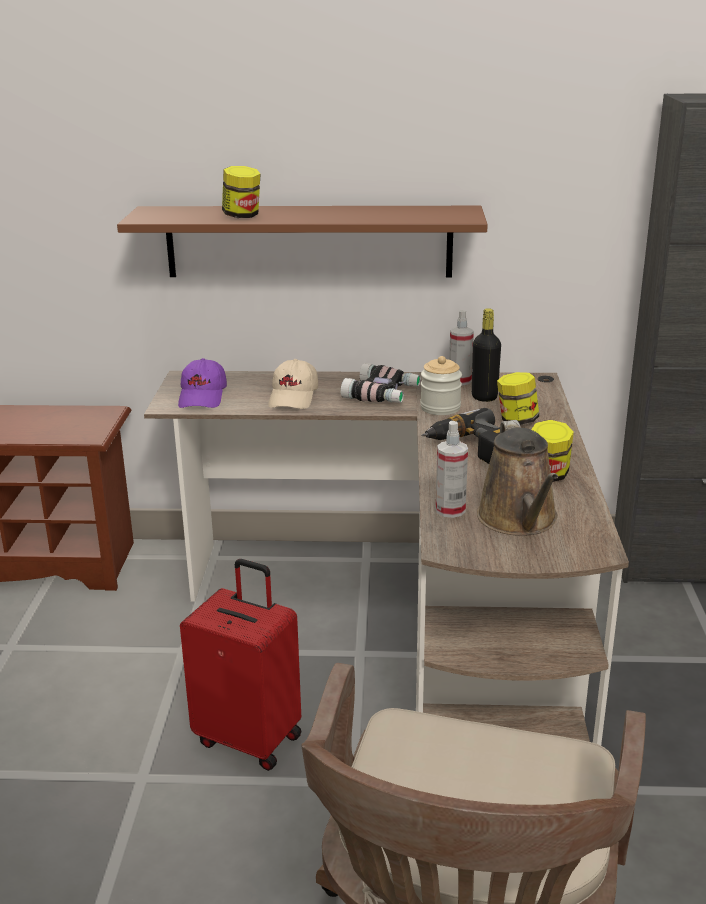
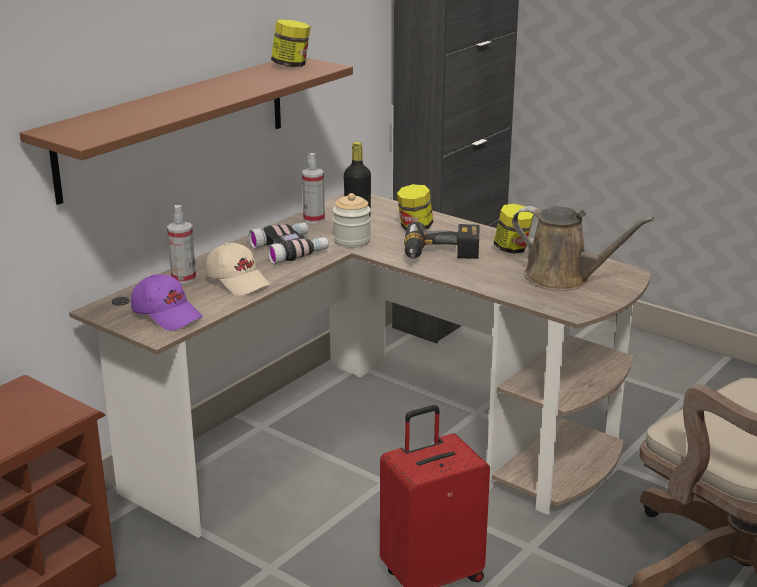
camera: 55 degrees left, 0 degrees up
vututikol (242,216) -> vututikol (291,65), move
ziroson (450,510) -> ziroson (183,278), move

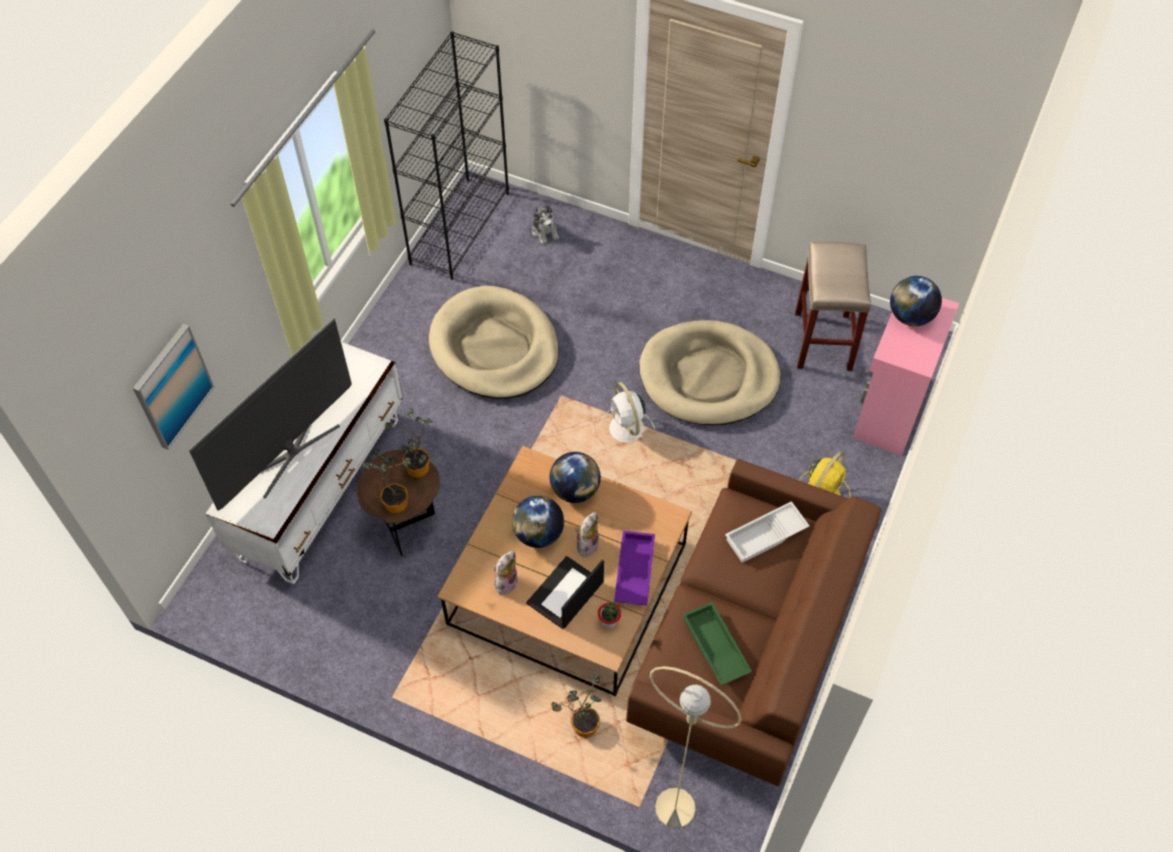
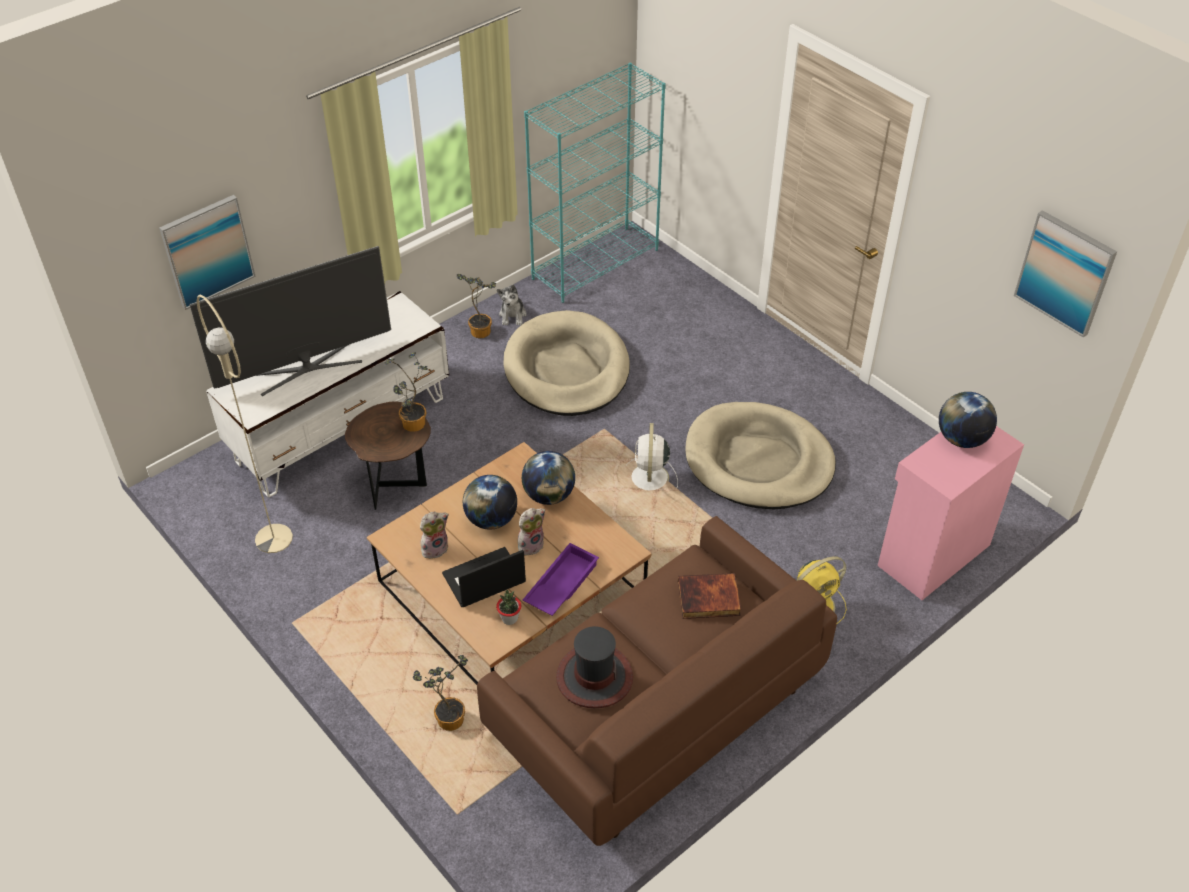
camera: 25 degrees right, 10 degrees down
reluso (394,500) -> reluso (481,329), move
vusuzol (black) (460,227) -> vusuzol (turquoise) (595,263)
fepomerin (545,232) -> fepomerin (513,315), move
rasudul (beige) (674,807) -> rasudul (beige) (273,538), move
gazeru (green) (714,647) -> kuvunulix (594,677)
gazeru (white) (766,536) -> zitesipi (708,599)
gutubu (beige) (822,340) -> none
none -> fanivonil (1065,273)

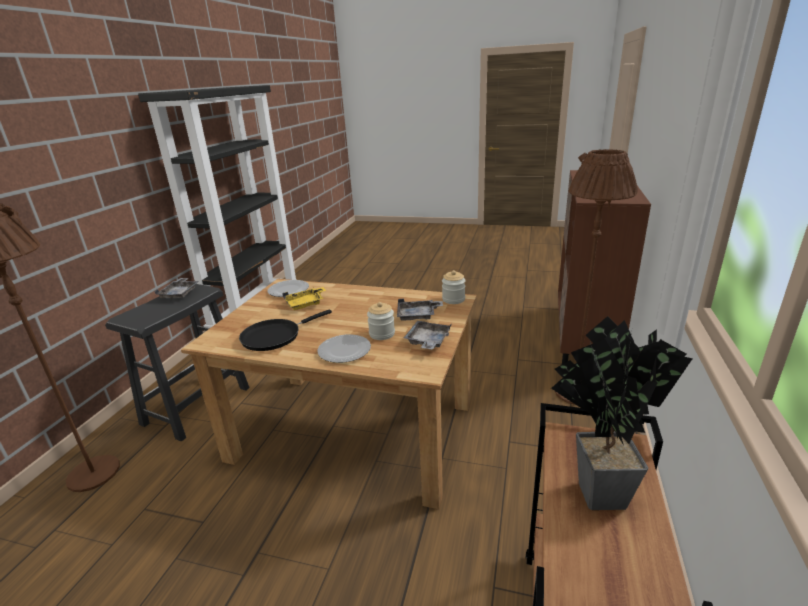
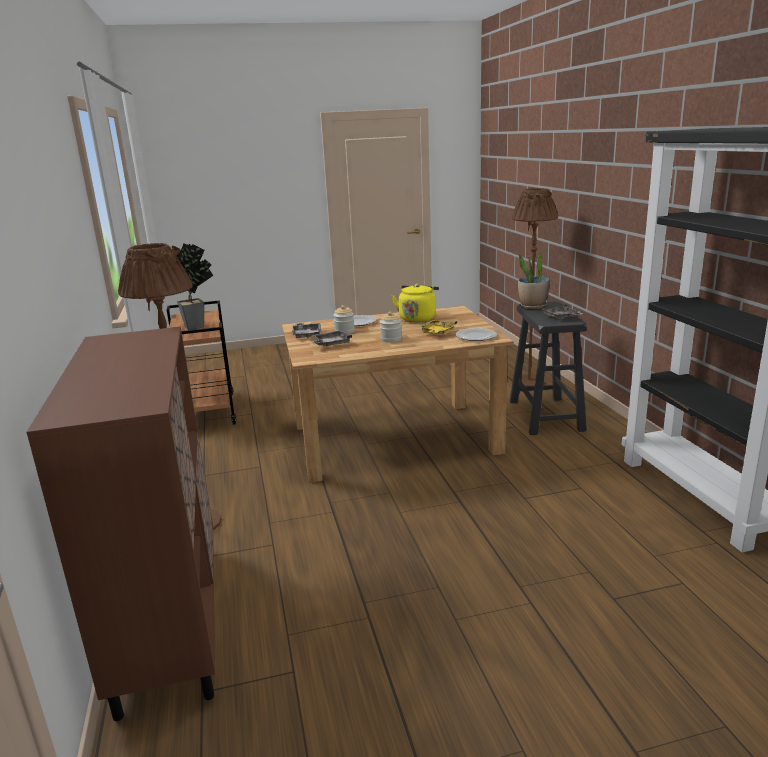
camera: 150 degrees right, 5 degrees down
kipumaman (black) (275,336) -> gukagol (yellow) (417,318)
vututikol (453,299) -> vututikol (391,339), move
none -> reluso (533,306)

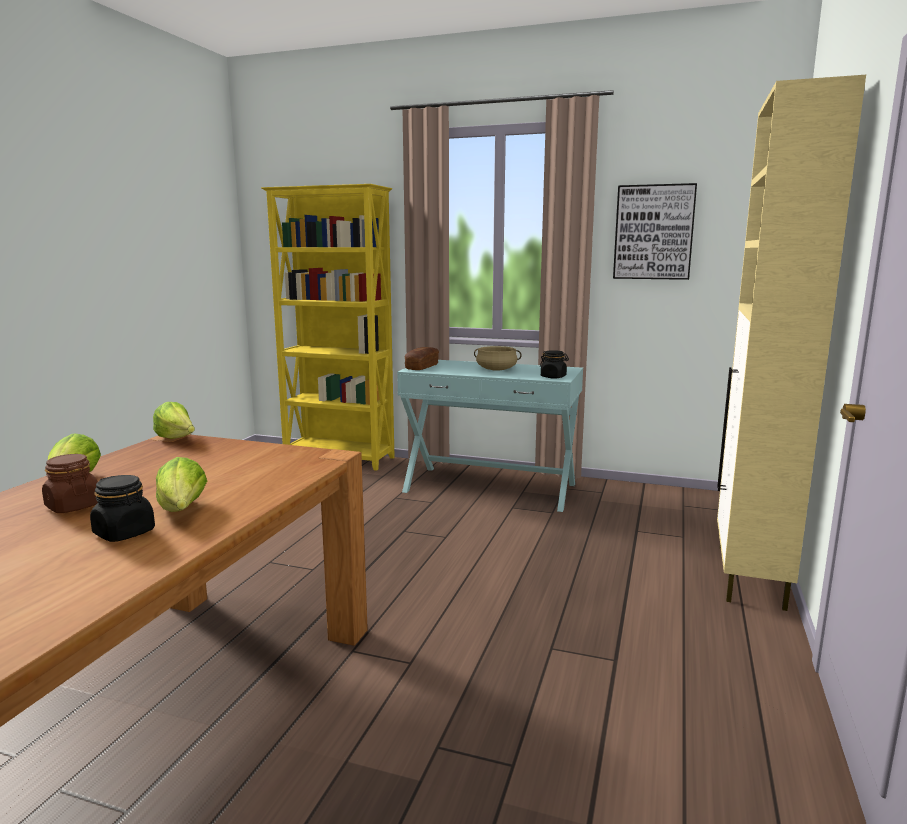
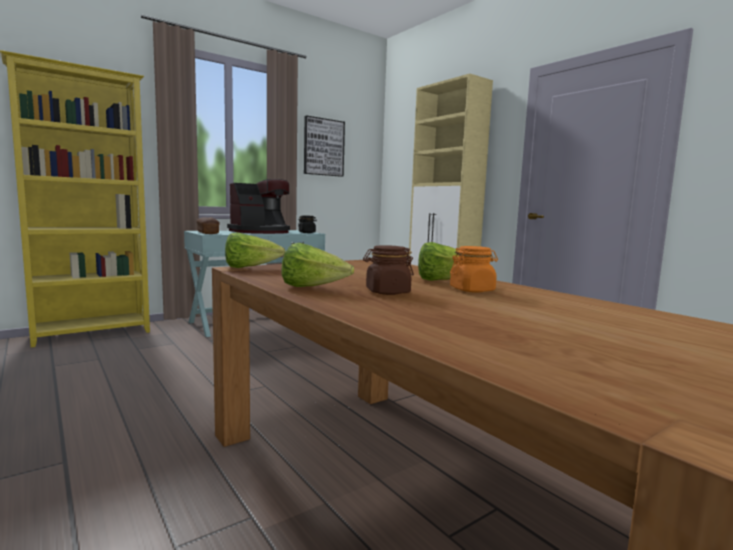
camera: 55 degrees left, 5 degrees down
vututikol (black) (124,533) -> vututikol (orange) (472,290)
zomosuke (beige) (496,369) -> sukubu (261,232)

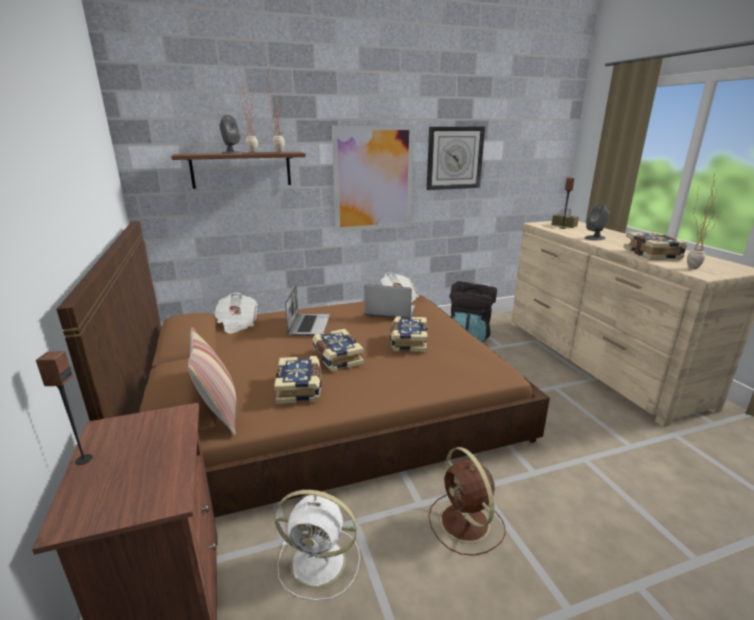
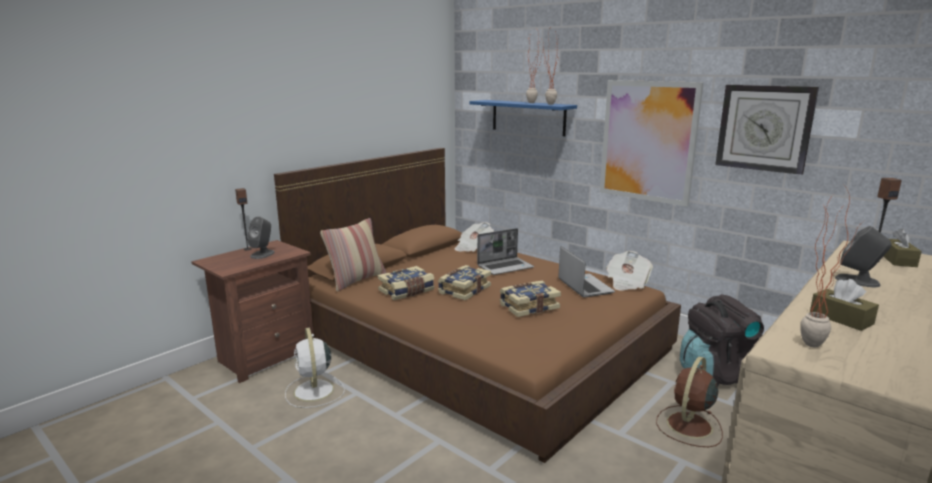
camera: 60 degrees right, 5 degrees down
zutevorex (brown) (241,169) -> zutevorex (blue) (528,117)
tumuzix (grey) (231,153) -> tumuzix (grey) (262,254), move
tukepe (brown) (466,524) -> tukepe (brown) (688,426), move
zitesipi (652,254) -> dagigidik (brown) (841,318)

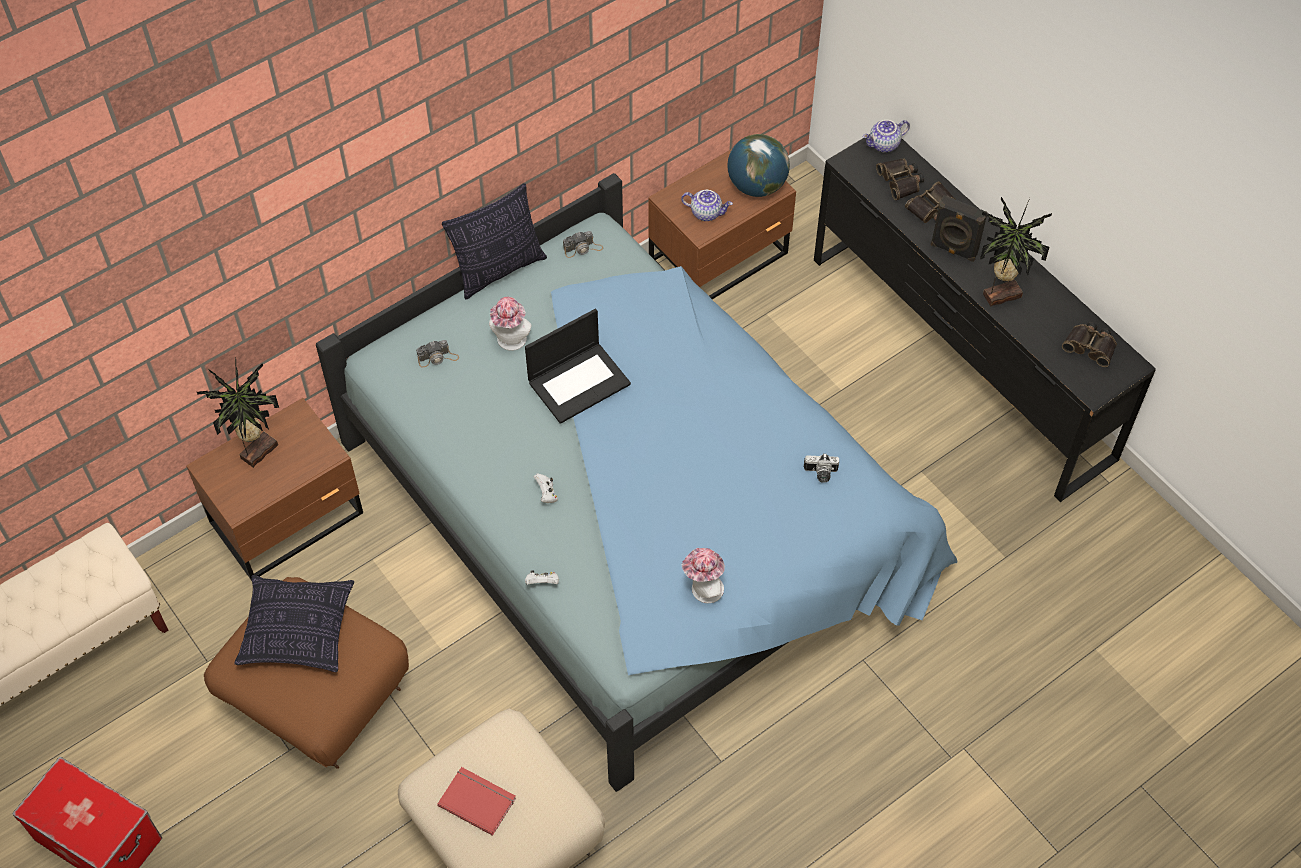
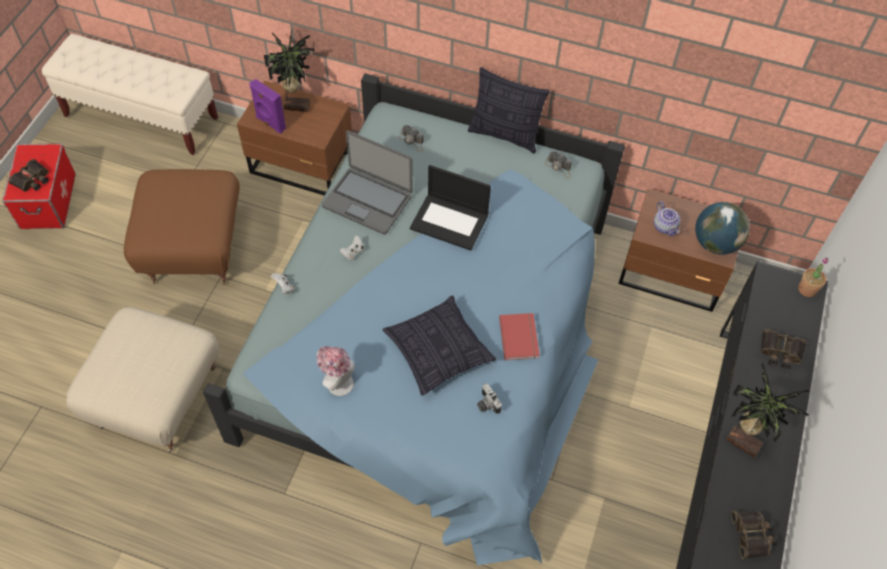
camera: 55 degrees right, 0 degrees up
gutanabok (297,631) -> gutanabok (438,351), move
zitesipi (red) (478,800) -> zitesipi (red) (520,337), move
kuvunulix (511,342) -> none
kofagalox (884,145) -> reluso (807,289)
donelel (901,181) -> donelel (32,180), move
tumuzix (black) (953,250) -> none
none -> tumuzix (purple) (270,123)
none -> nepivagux (368,200)

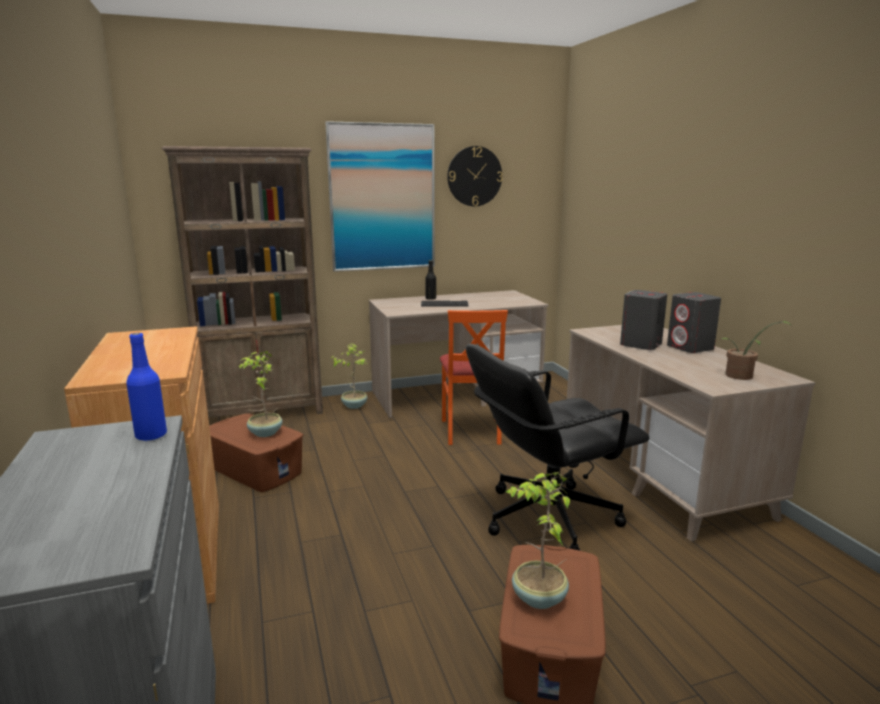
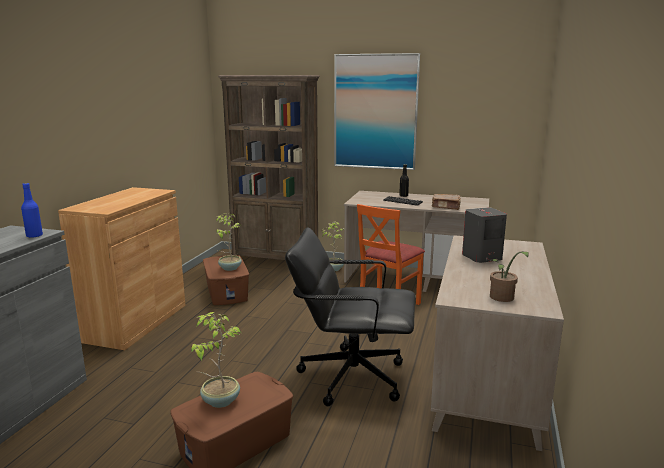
camera: 35 degrees right, 0 degrees up
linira (474,176) -> none
tumuzix (grey) (690,348) -> none
none -> zitesipi (brown) (446,207)

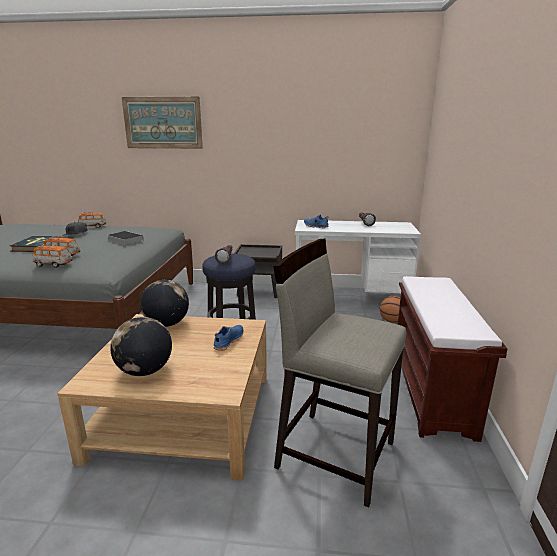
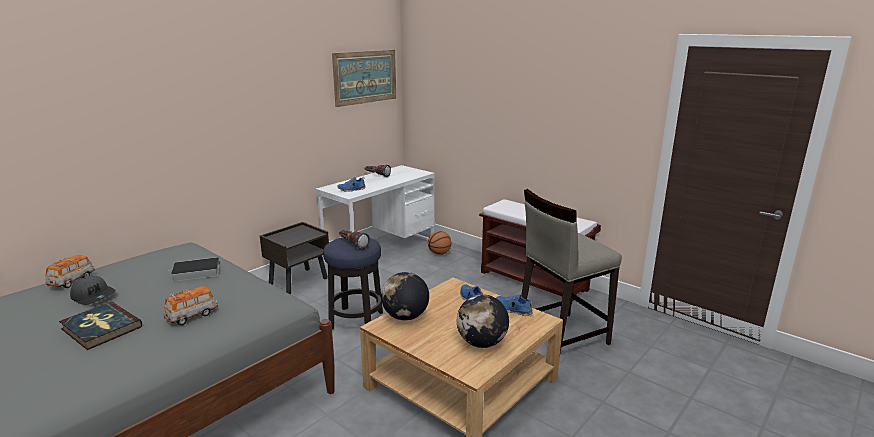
camera: 55 degrees left, 0 degrees up
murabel (53,265) -> none
fanivonil (163,123) -> fanivonil (365,77), move
none -> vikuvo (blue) (513,310)

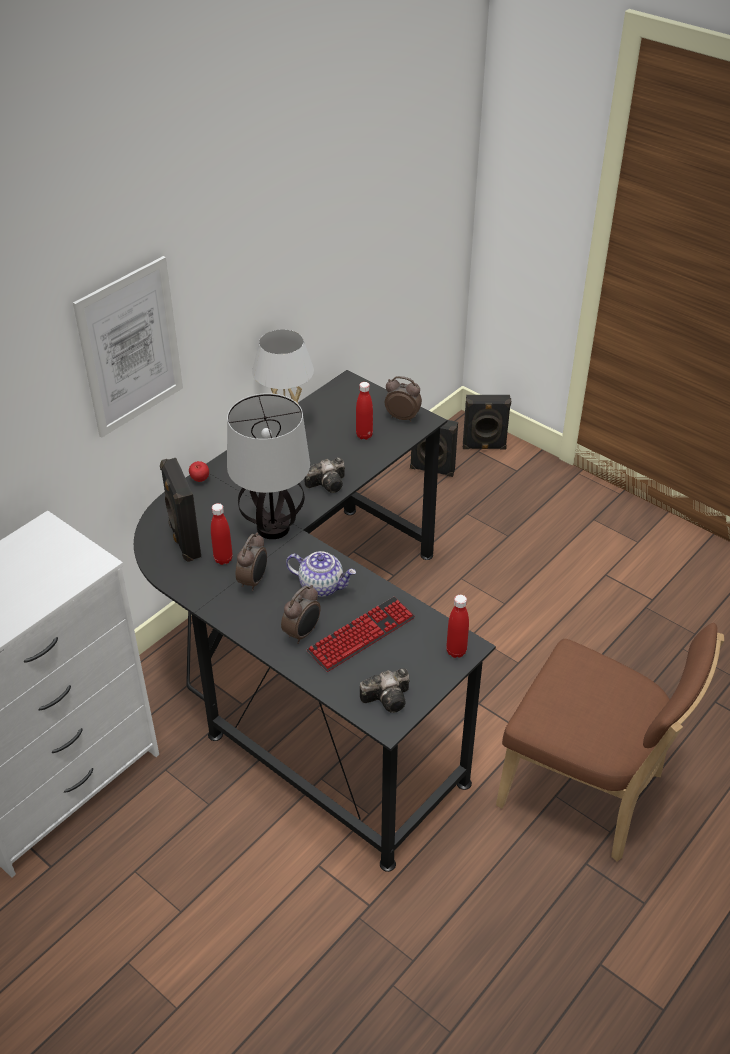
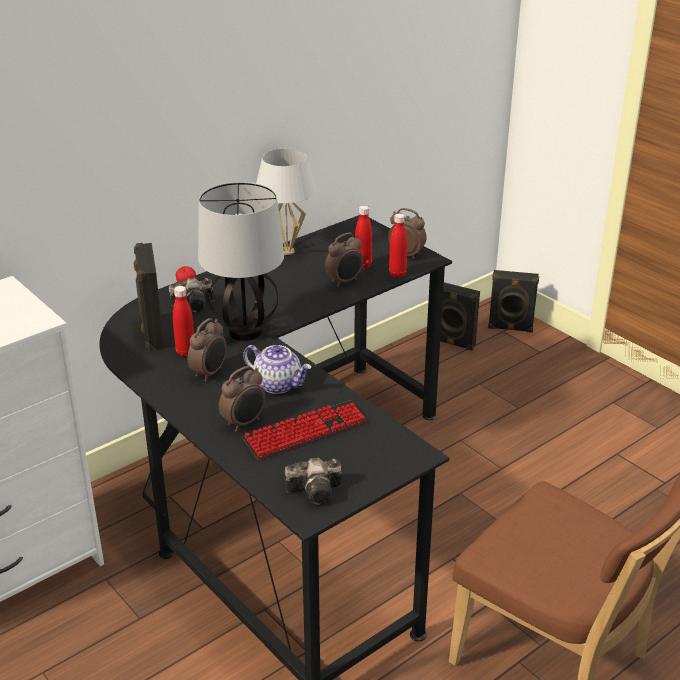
camera: 10 degrees right, 10 degrees down
fanivonil (130,347) -> none
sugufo (329,483) -> sugufo (195,305), move
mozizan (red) (456,651) -> mozizan (red) (397,274), move
none -> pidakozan (345,281)

